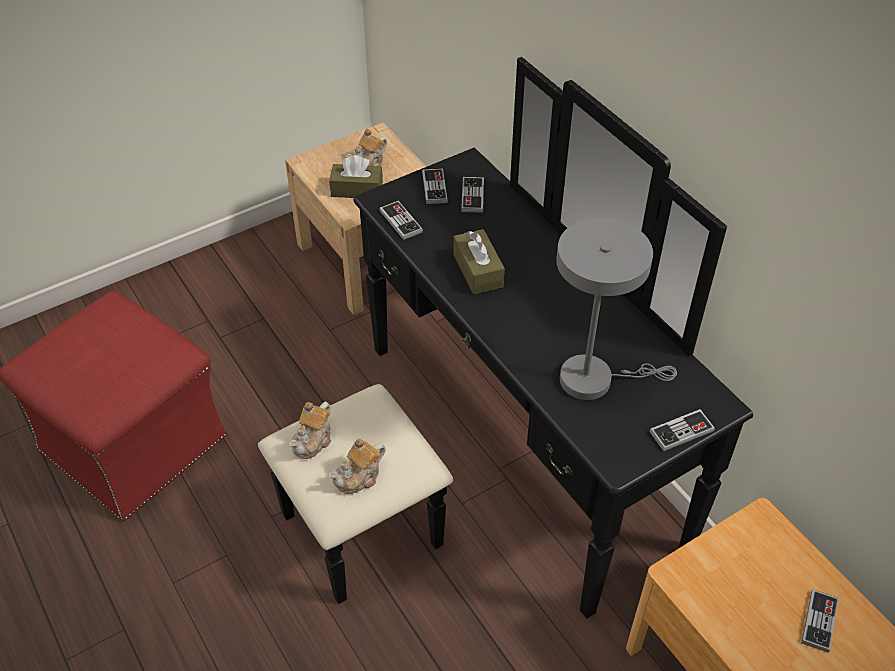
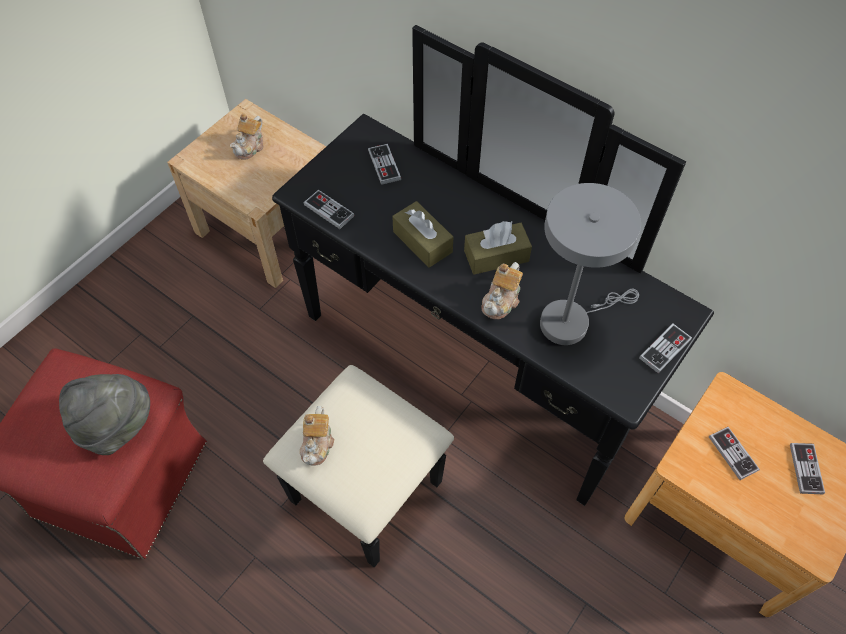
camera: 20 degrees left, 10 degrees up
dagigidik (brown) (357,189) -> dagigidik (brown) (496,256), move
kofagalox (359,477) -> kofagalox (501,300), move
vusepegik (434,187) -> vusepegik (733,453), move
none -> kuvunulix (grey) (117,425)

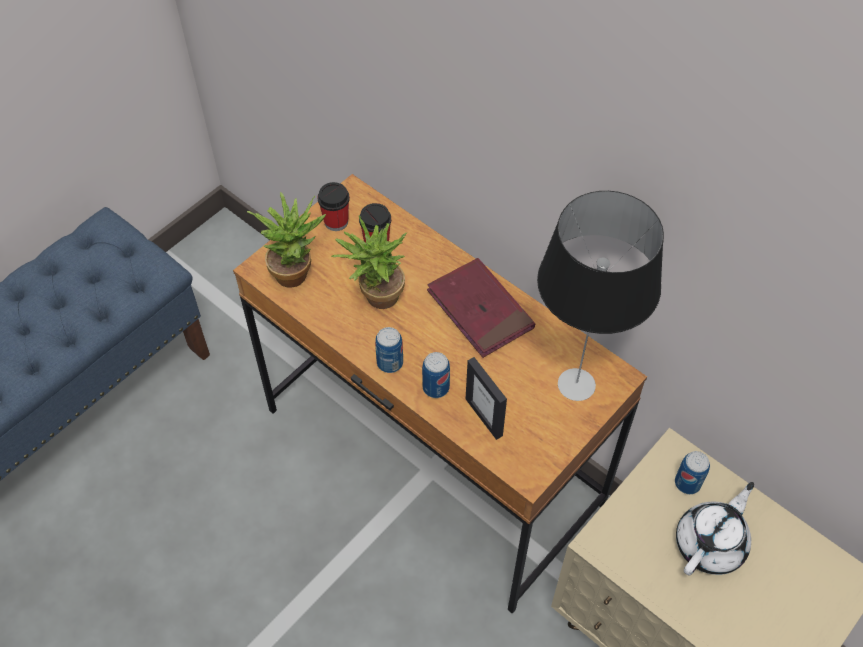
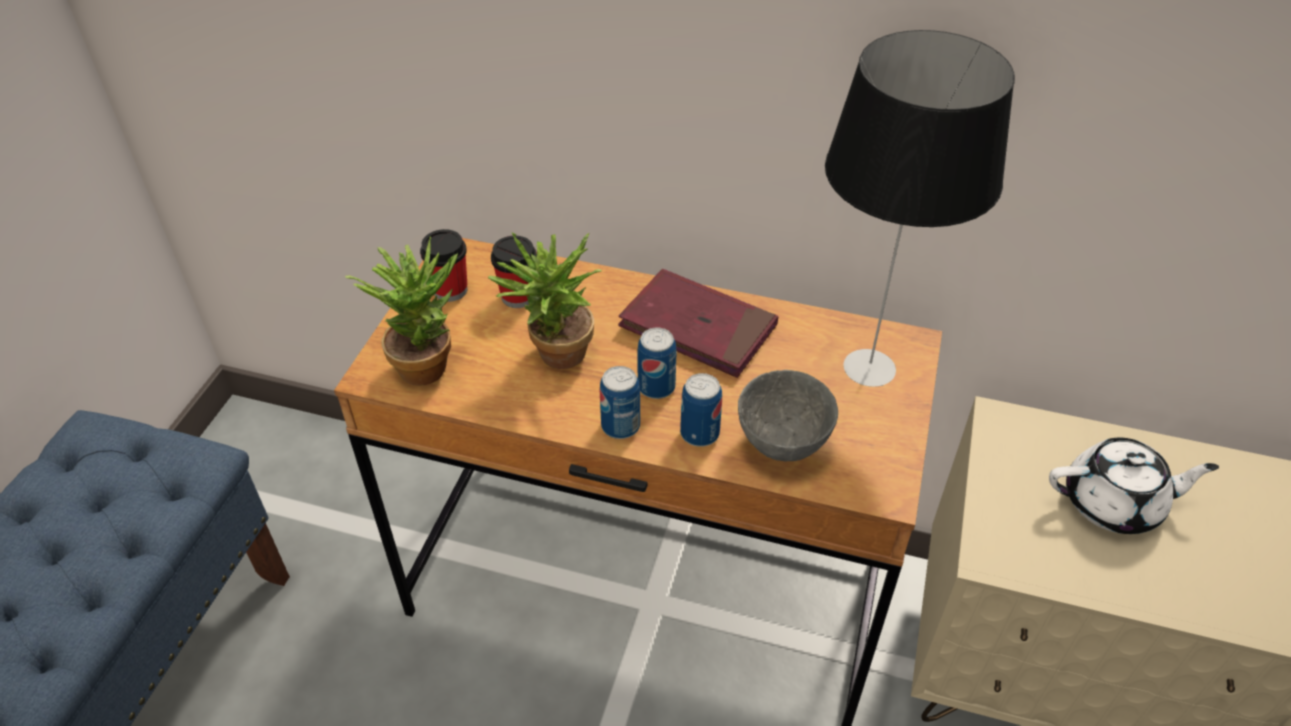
camera: 25 degrees left, 10 degrees down
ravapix (484,417) -> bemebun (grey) (784,445)
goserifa (687,483) -> goserifa (656,387), move
kofagalox (white) (711,543) -> kofagalox (white) (1114,504), 75 degrees clockwise

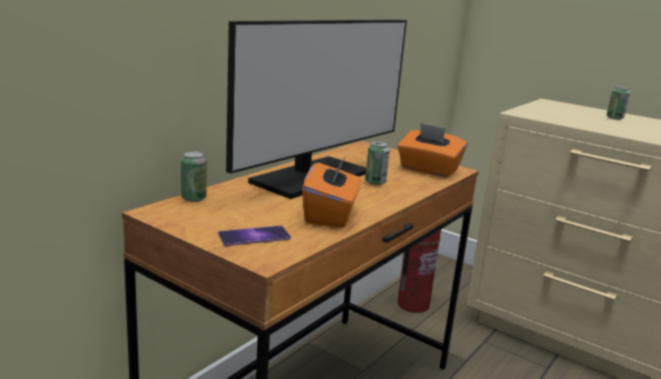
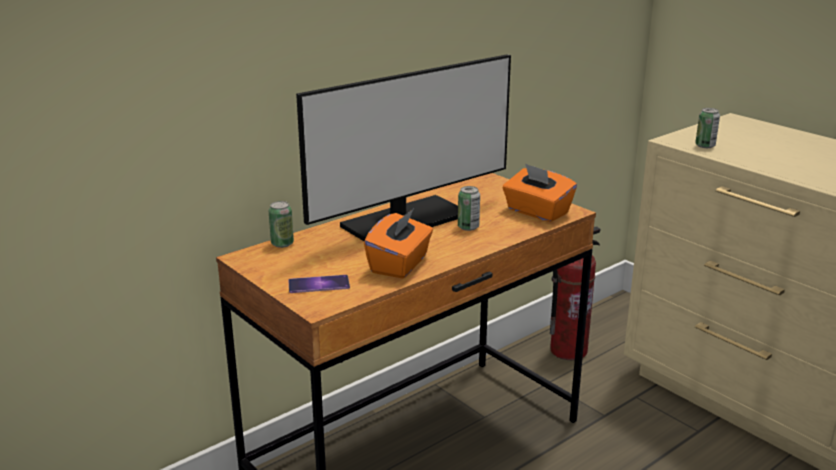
camera: 15 degrees right, 5 degrees up
goserifa (614,118) -> goserifa (705,146), move

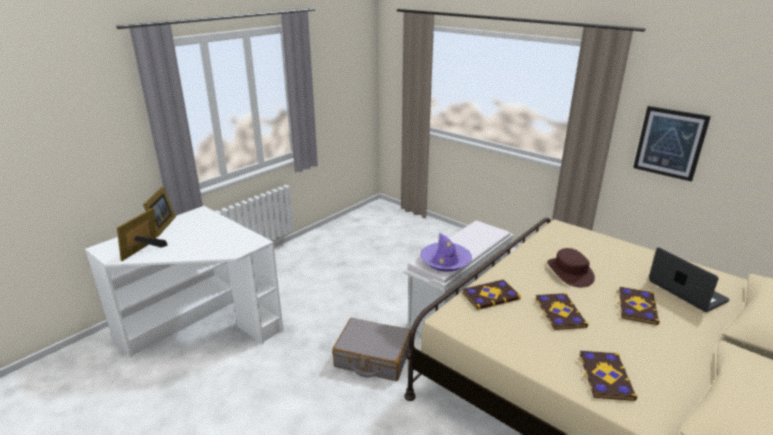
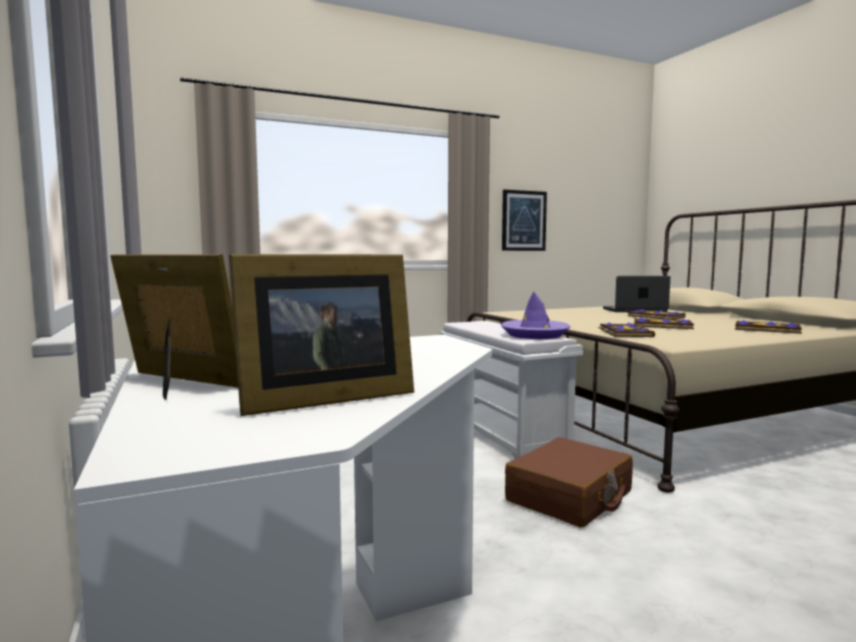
camera: 65 degrees left, 20 degrees down
ravapix (145,250) -> ravapix (320,399), 75 degrees counterclockwise
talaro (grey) (372,358) -> talaro (brown) (570,497)
kuvunulix (brown) (570,272) -> none

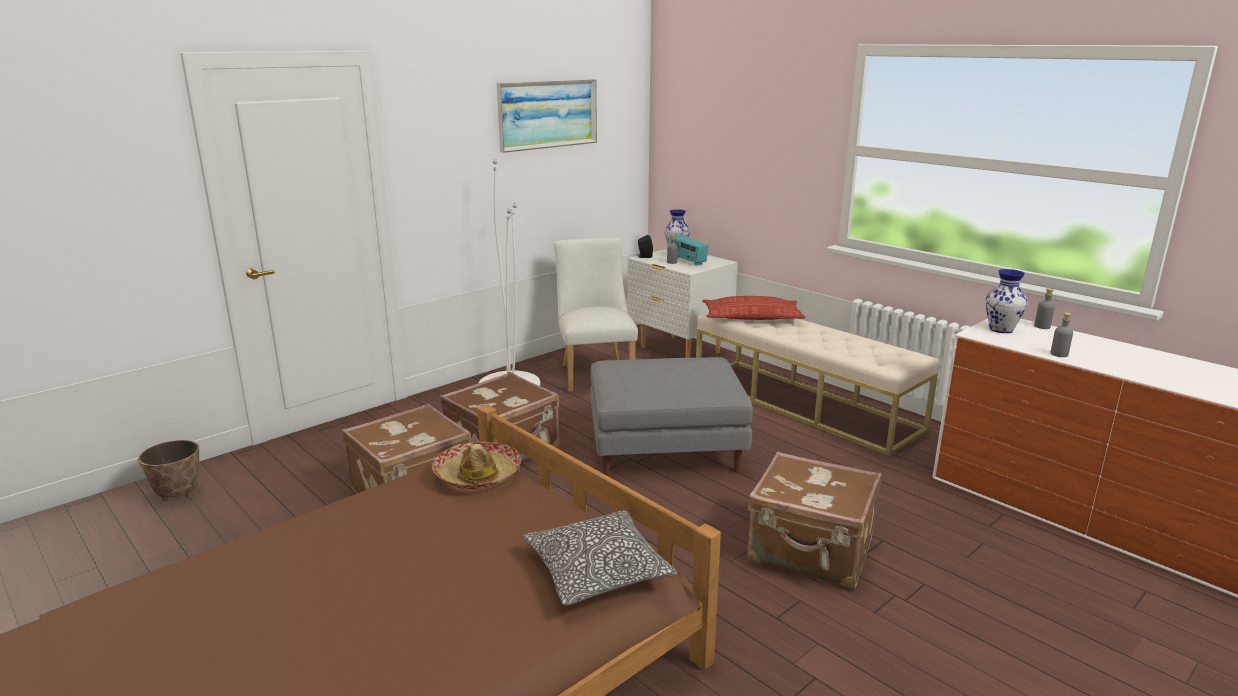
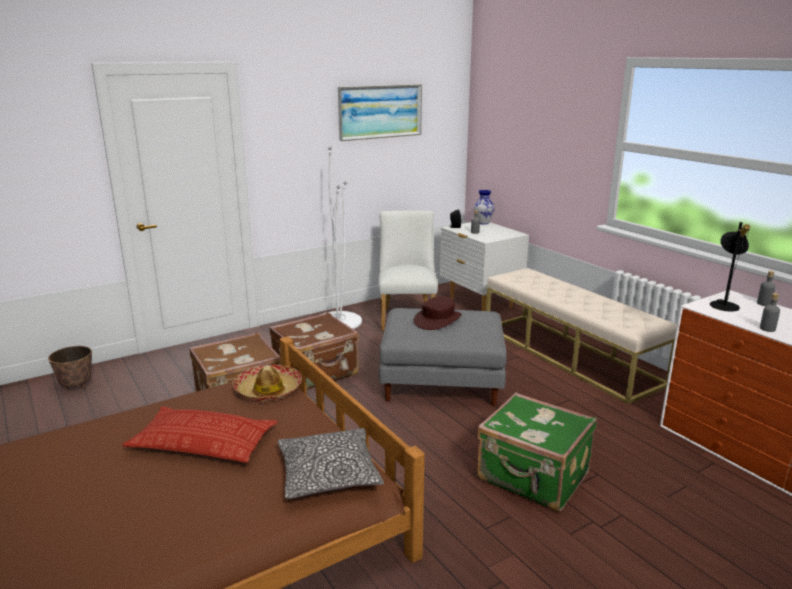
camera: 10 degrees right, 0 degrees up
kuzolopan (688,261) -> none
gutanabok (752,317) -> gutanabok (203,443), move
talaro (brown) (810,552) -> talaro (green) (533,477)
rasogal (1001,330) -> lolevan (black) (724,304)
none -> kuvunulix (brown) (438,320)

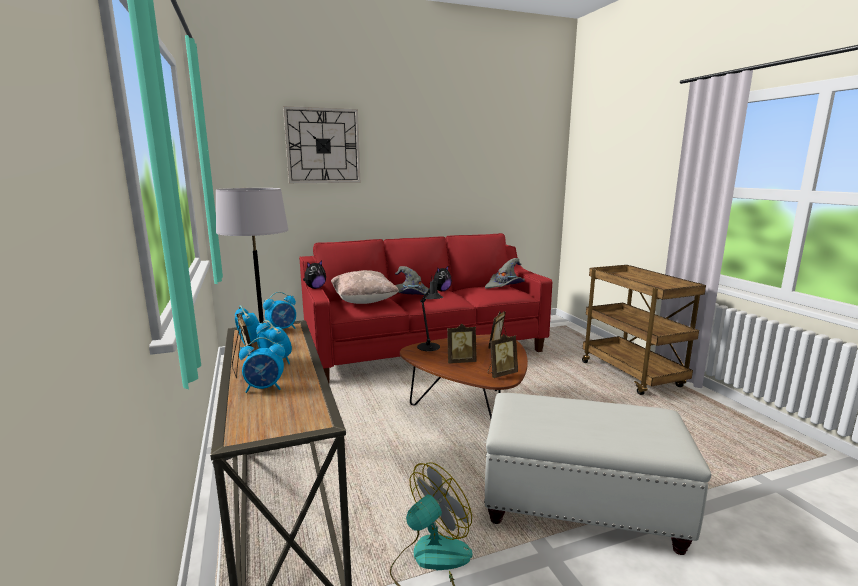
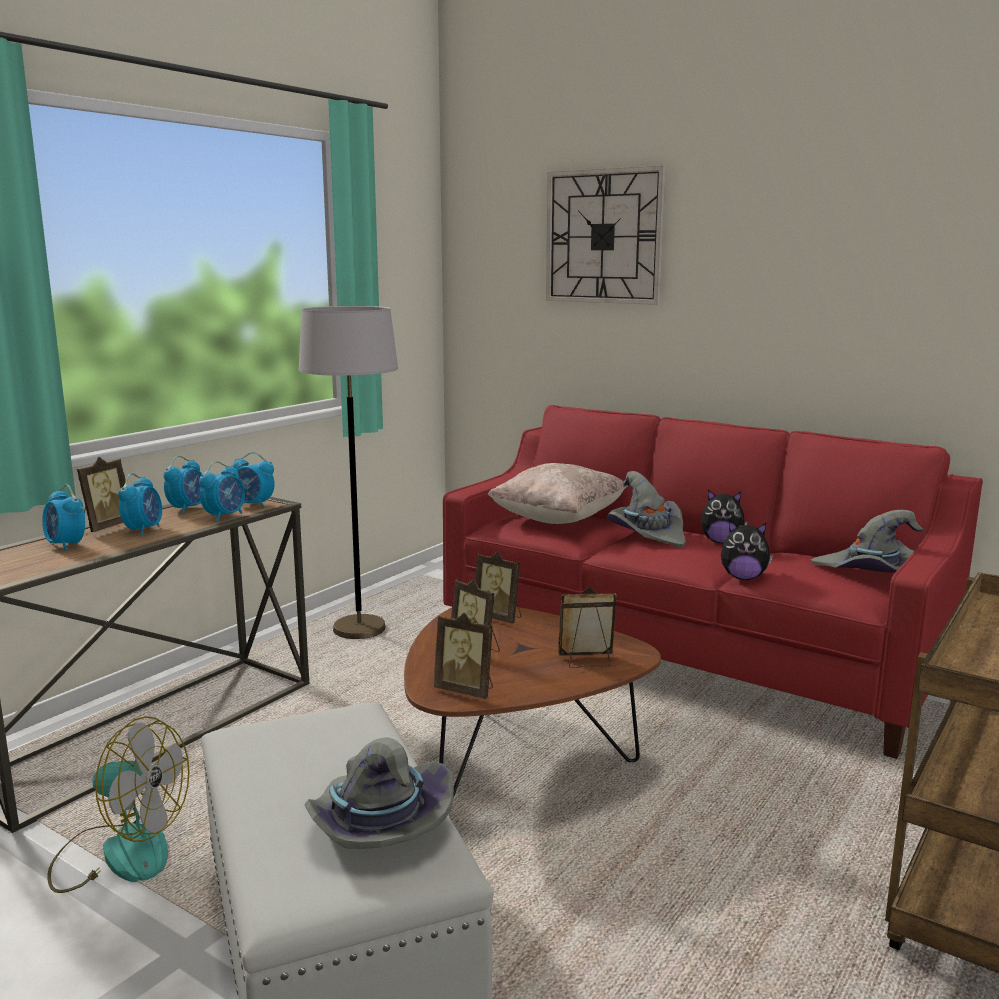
camera: 55 degrees right, 0 degrees up
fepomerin (315,288) -> fepomerin (743,577), move
lolevan (black) (429,348) -> ravapix (499,617)
none -> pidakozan (225,516)
none -> kuvunulix (grey) (376,826)

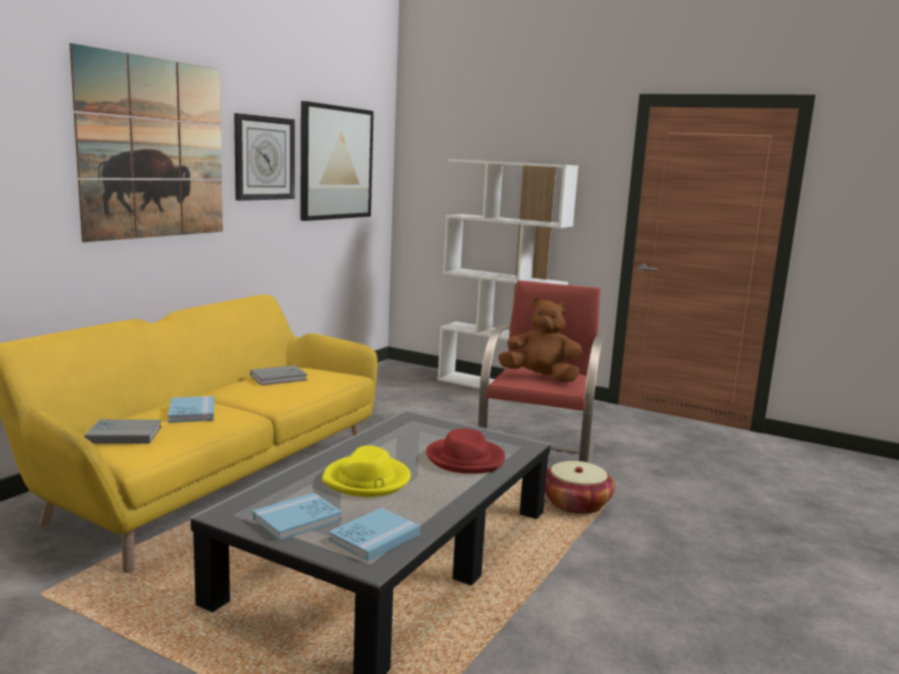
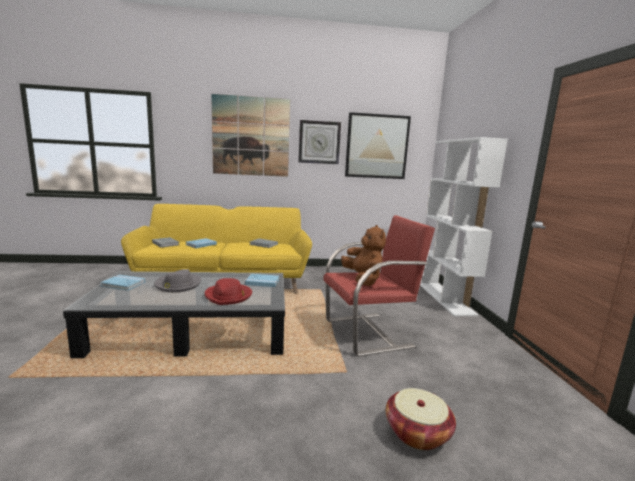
camera: 55 degrees right, 0 degrees up
kuvunulix (yellow) (367,480) -> kuvunulix (grey) (177,285)
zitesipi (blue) (374,537) -> zitesipi (blue) (262,282), move
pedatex (576,504) -> pedatex (417,433), move

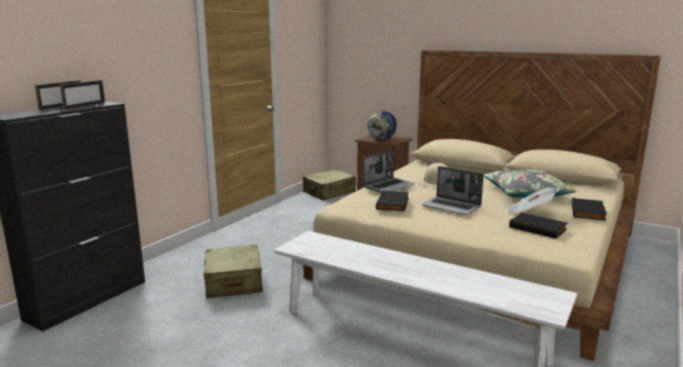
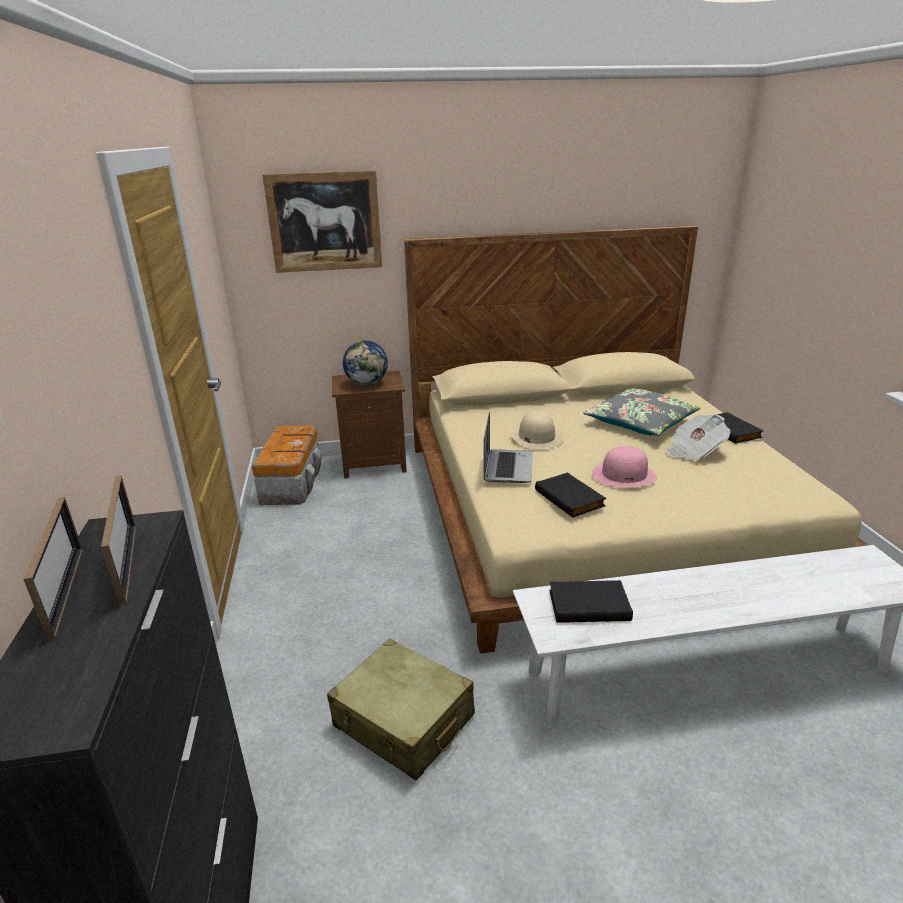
camera: 40 degrees left, 10 degrees up
talaro (beige) (329,192) -> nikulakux (292,482)
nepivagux (452,207) -> kuvunulix (pink) (624,475)
zitesipi (black) (538,228) -> zitesipi (black) (589,604), move
none -> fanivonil (324,222)

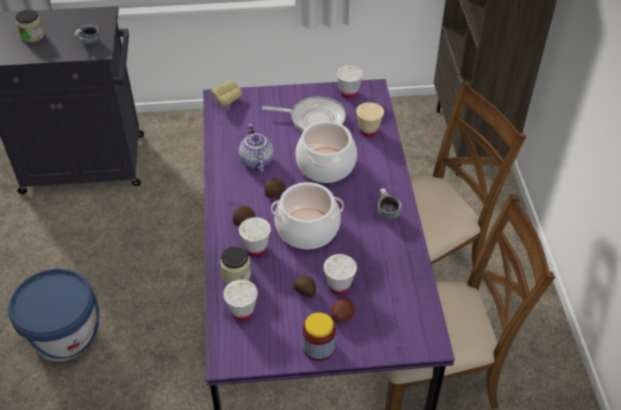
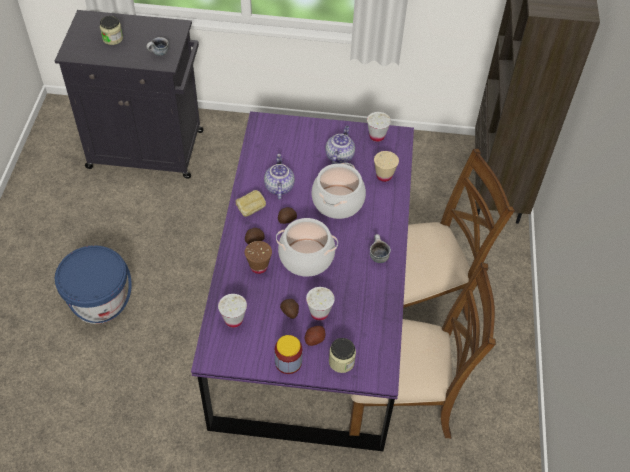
camera: 10 degrees right, 5 degrees up
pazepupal (227,102) -> pazepupal (250,210), move
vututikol (236,275) -> vututikol (341,361), move
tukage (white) (256,248) -> tukage (brown) (259,267)
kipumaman (314,119) -> kofagalox (339,156)

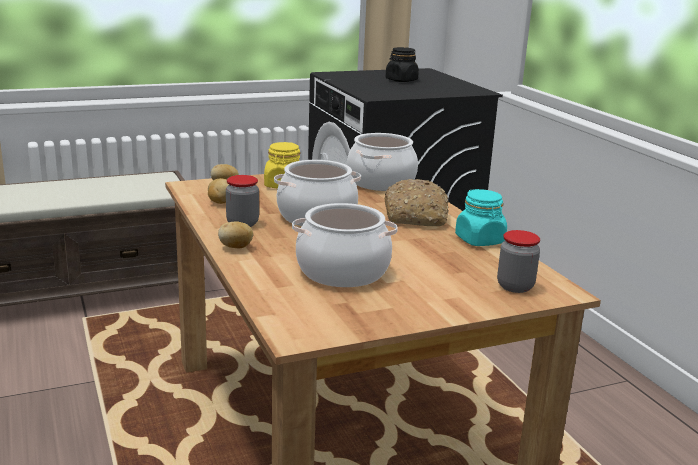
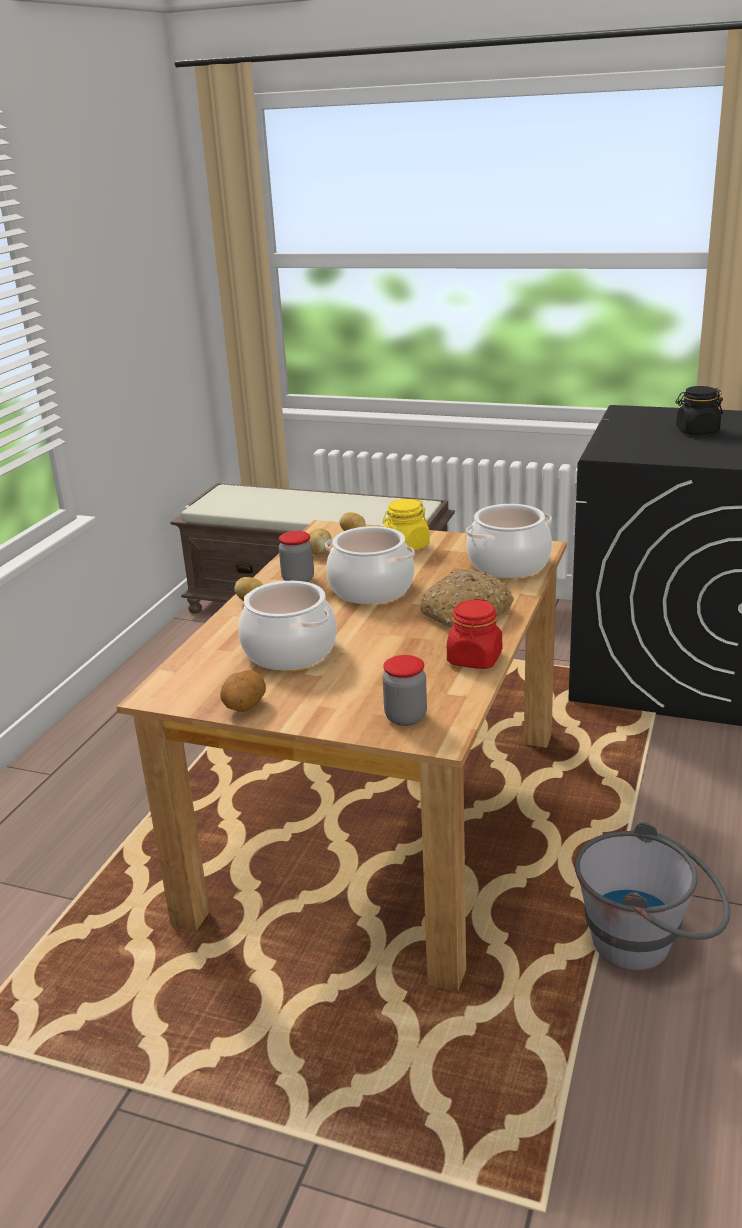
camera: 45 degrees right, 5 degrees up
vututikol (turquoise) (480,240) -> vututikol (red) (474,659)
none -> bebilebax (244,707)
none -> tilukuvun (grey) (648,945)

